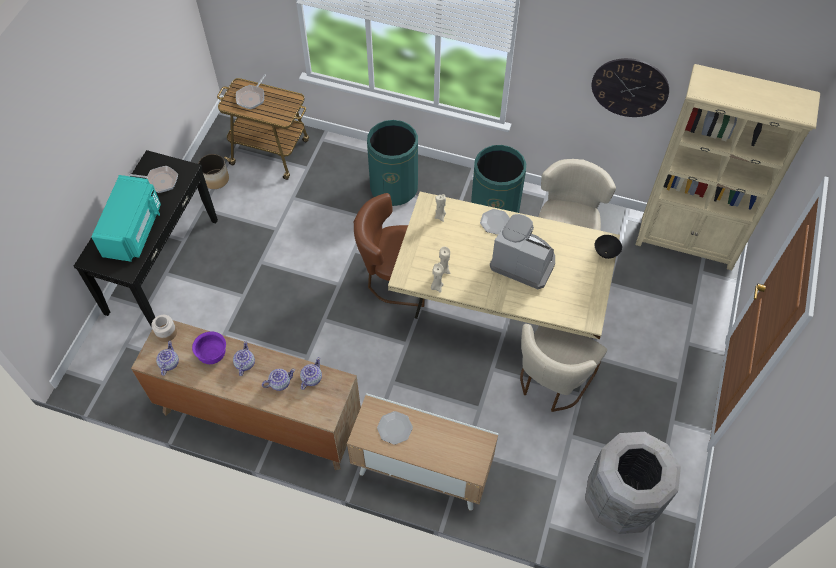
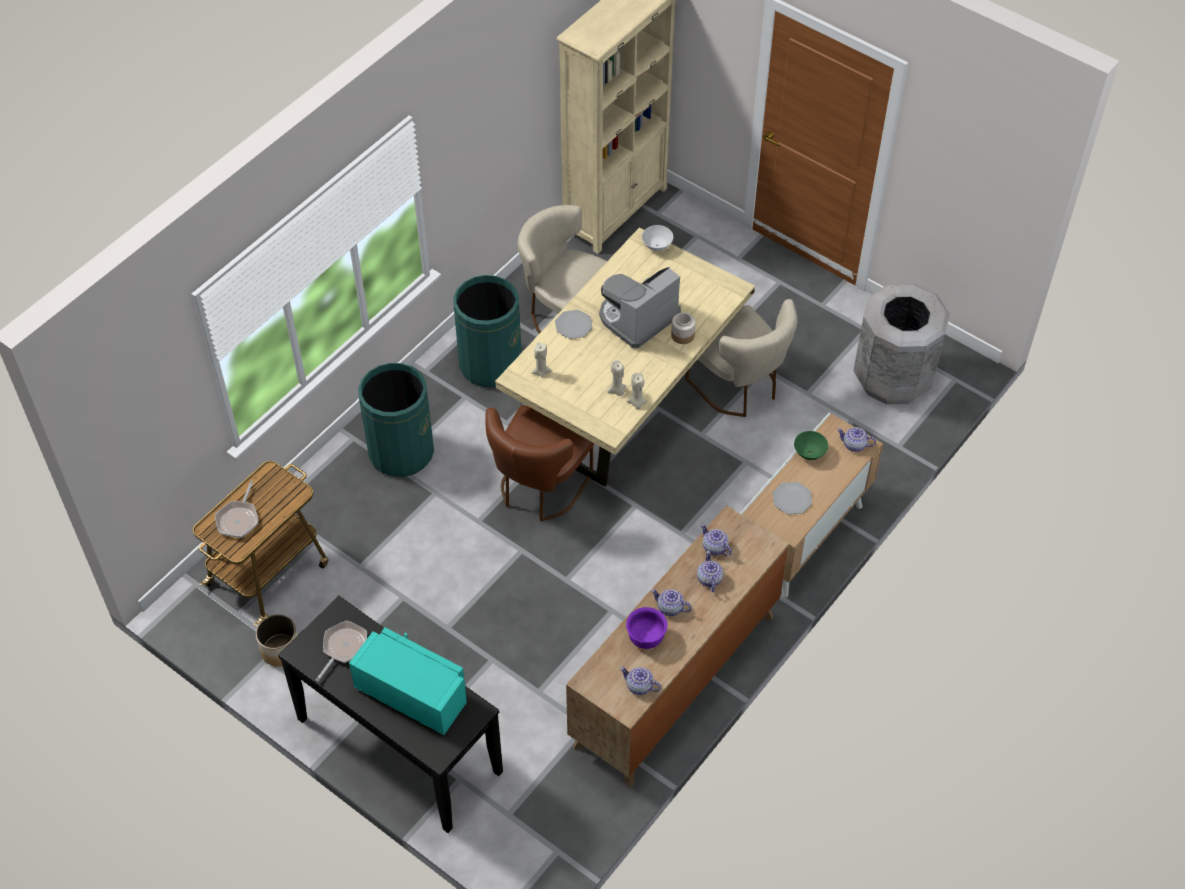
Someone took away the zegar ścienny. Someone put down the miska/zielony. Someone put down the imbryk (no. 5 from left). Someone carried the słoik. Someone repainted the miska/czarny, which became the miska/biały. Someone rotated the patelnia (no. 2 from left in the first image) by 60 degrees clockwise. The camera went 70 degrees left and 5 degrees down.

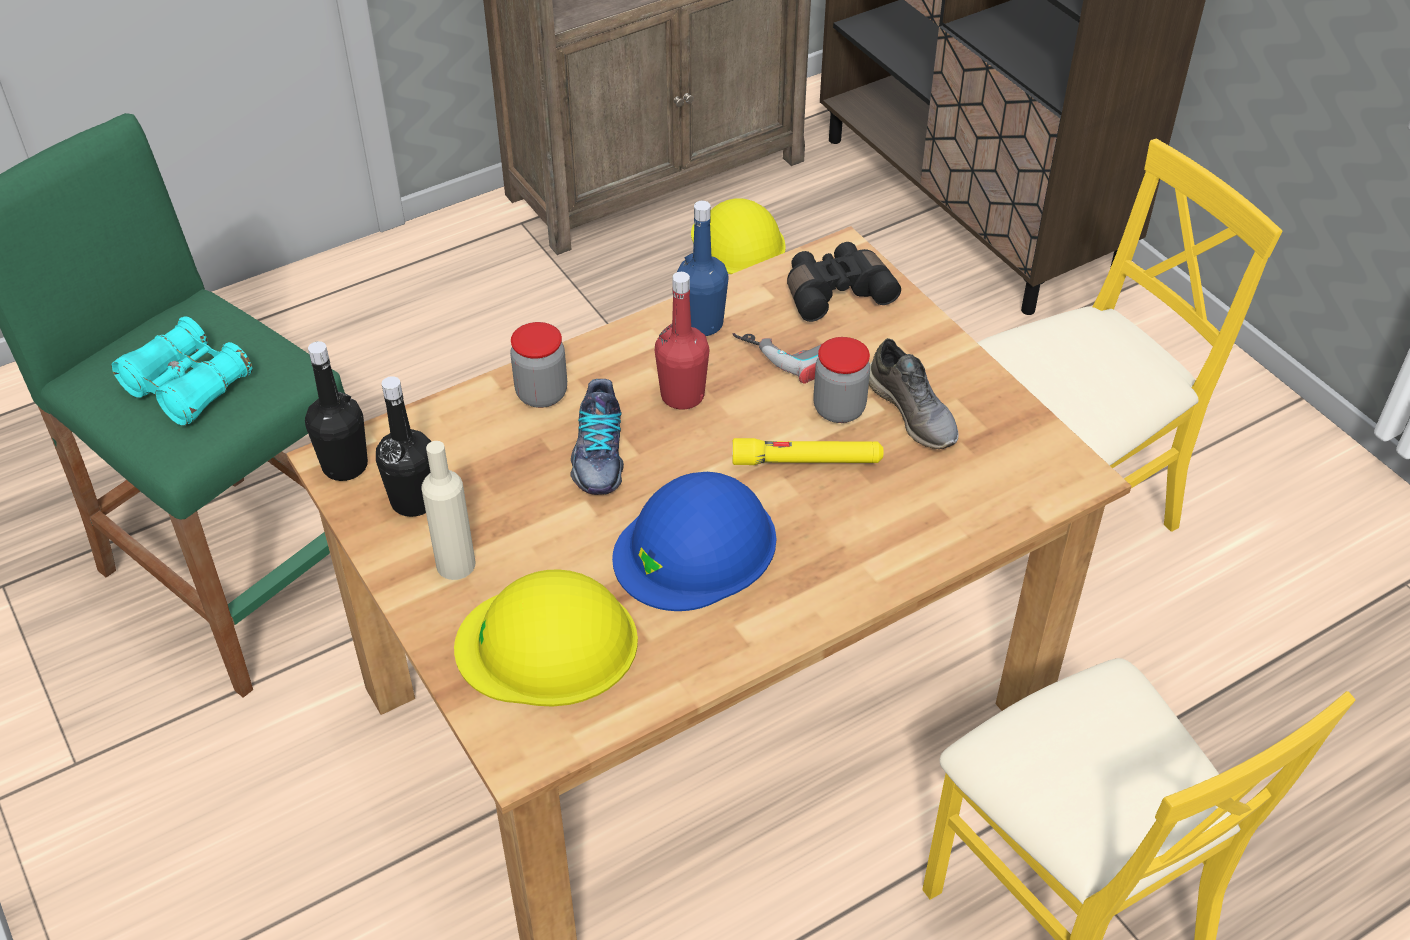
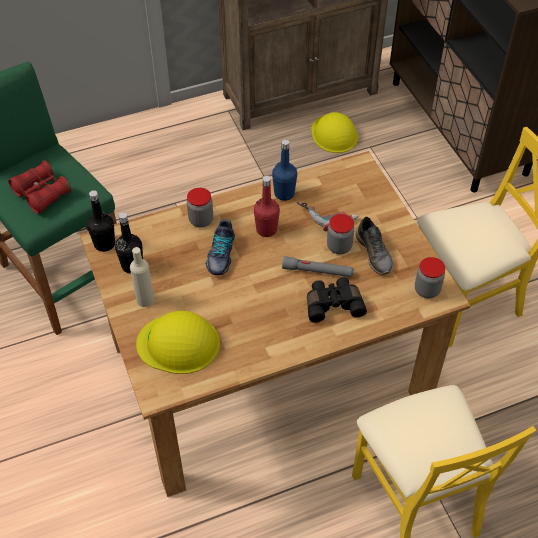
Someone took away the kask/niebieski. Someone put down the słoik (no. 3 from left). Someone carried the lornetka/czarny. Someone repainted the lornetka/turkusowy, which became the lornetka/czerwony. Someone repainted the latarka/żółty, which became the latarka/szary. The camera went 10 degrees right and 5 degrees up.

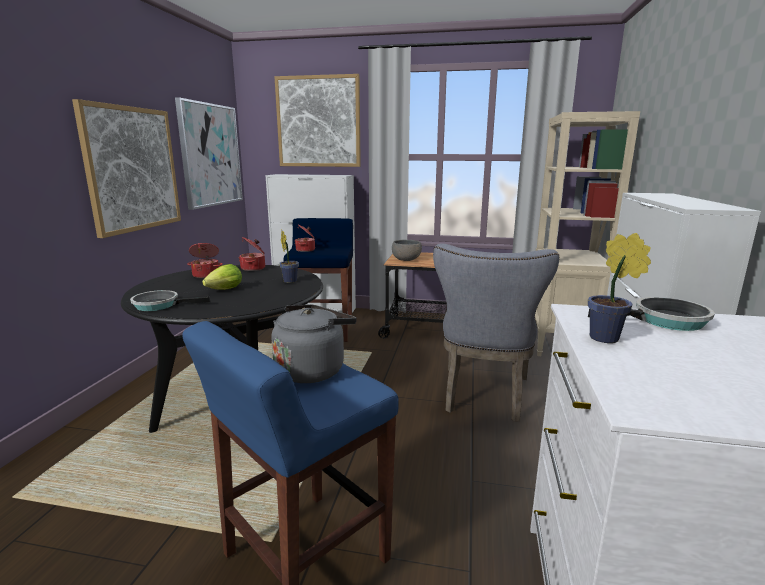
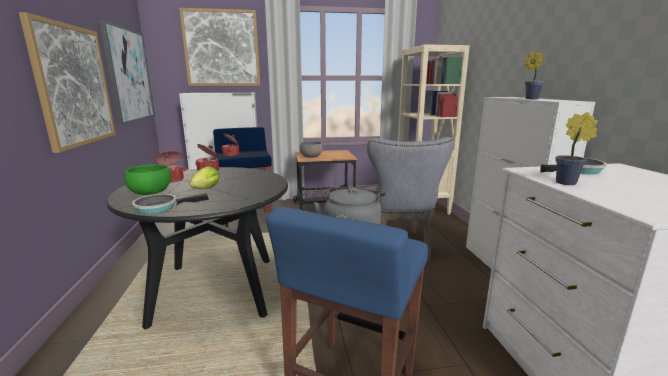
Someone put down the miska/zielony. Someone carried the roślina doniczkowa (no. 1 from left). The camera went 20 degrees left and 0 degrees up.

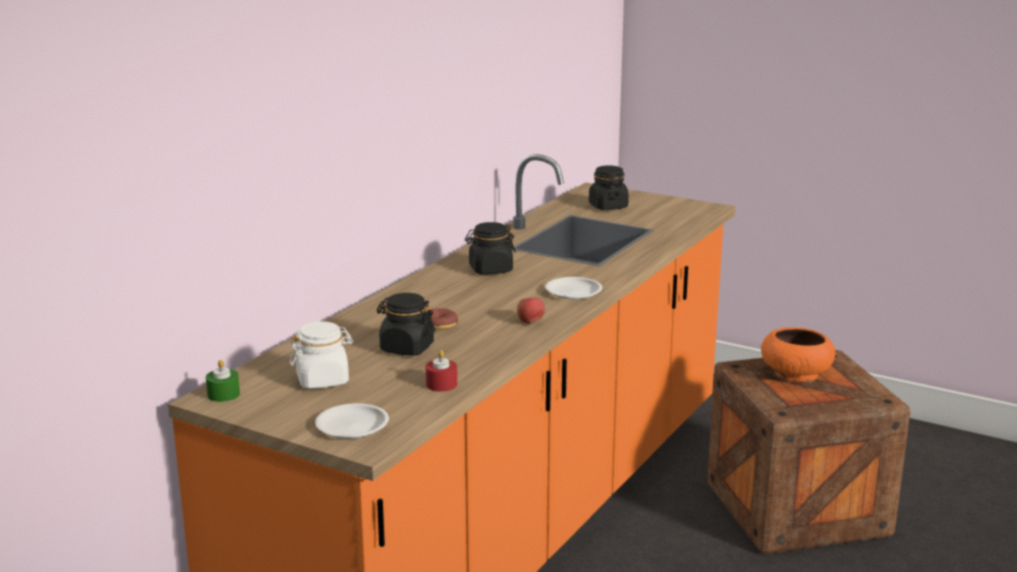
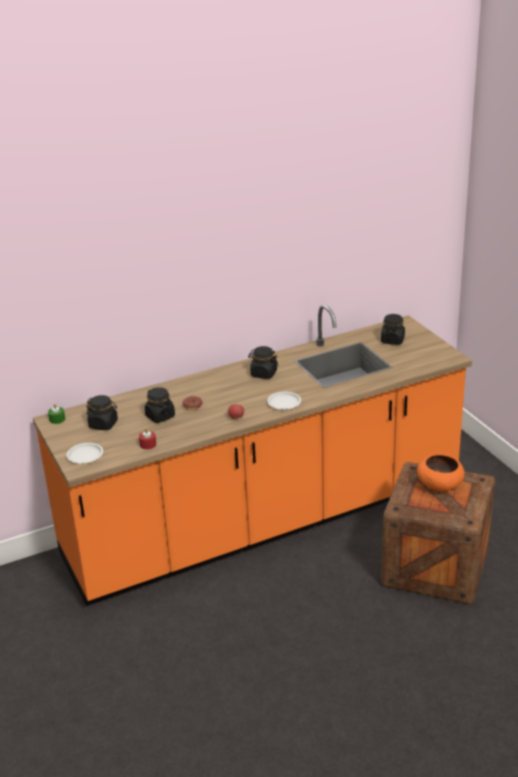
Someone repainted the słoik/biały, which became the słoik/czarny (no. 1 from left). The camera went 35 degrees right and 10 degrees up.

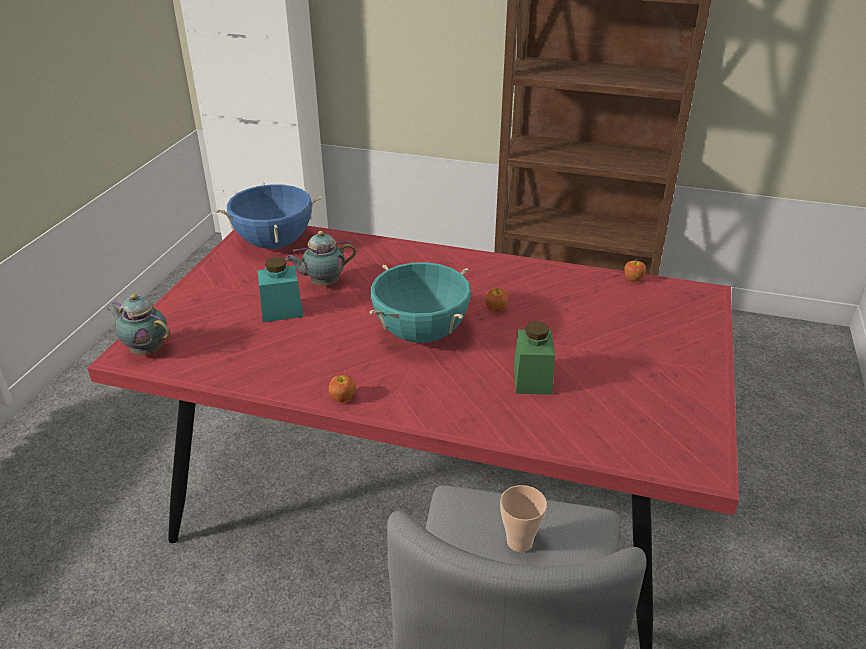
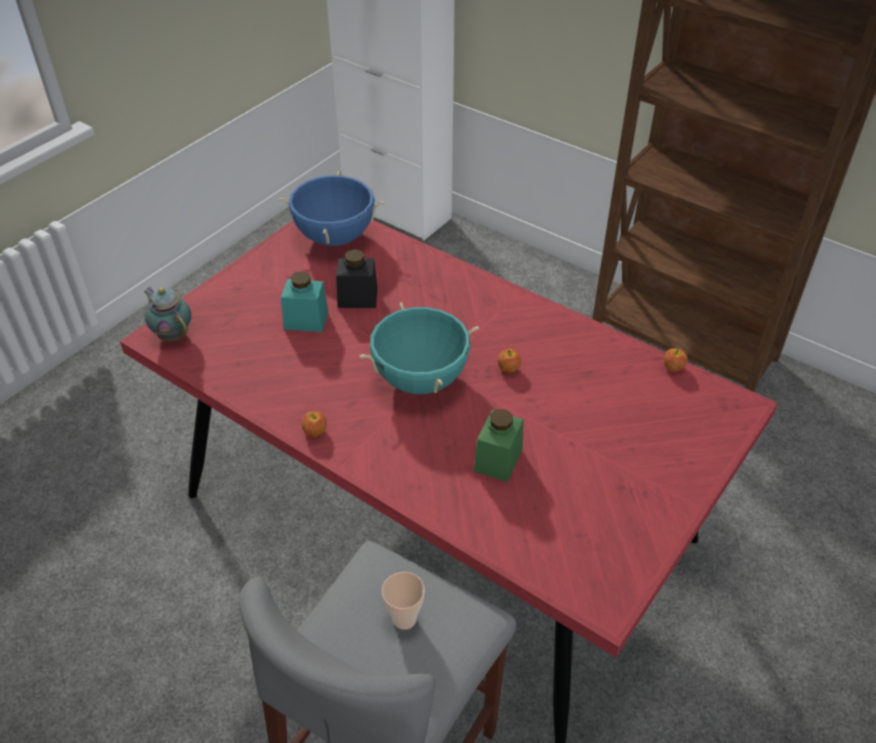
Someone swapped the imbryk (no. 2 from left) for the słoik/czarny. The camera went 20 degrees right and 10 degrees up.

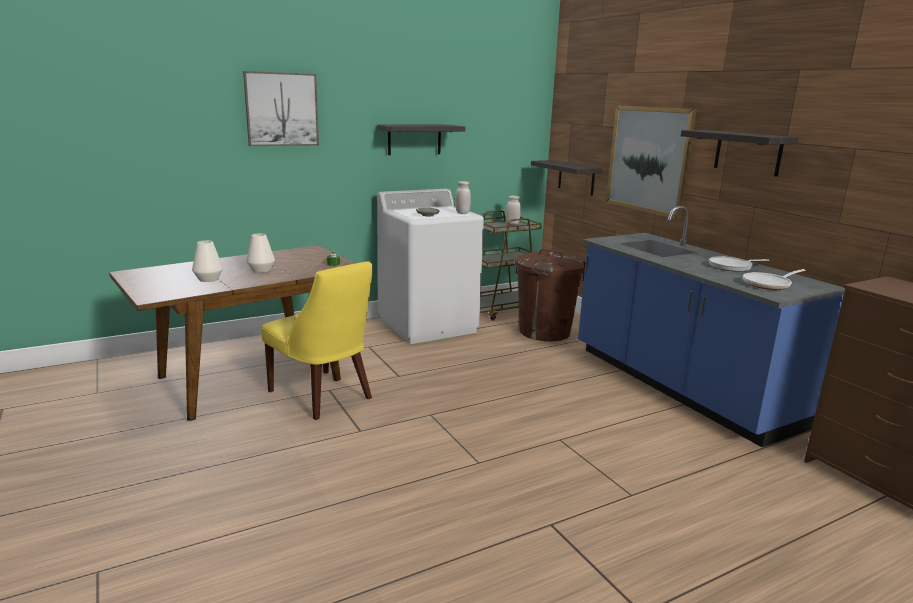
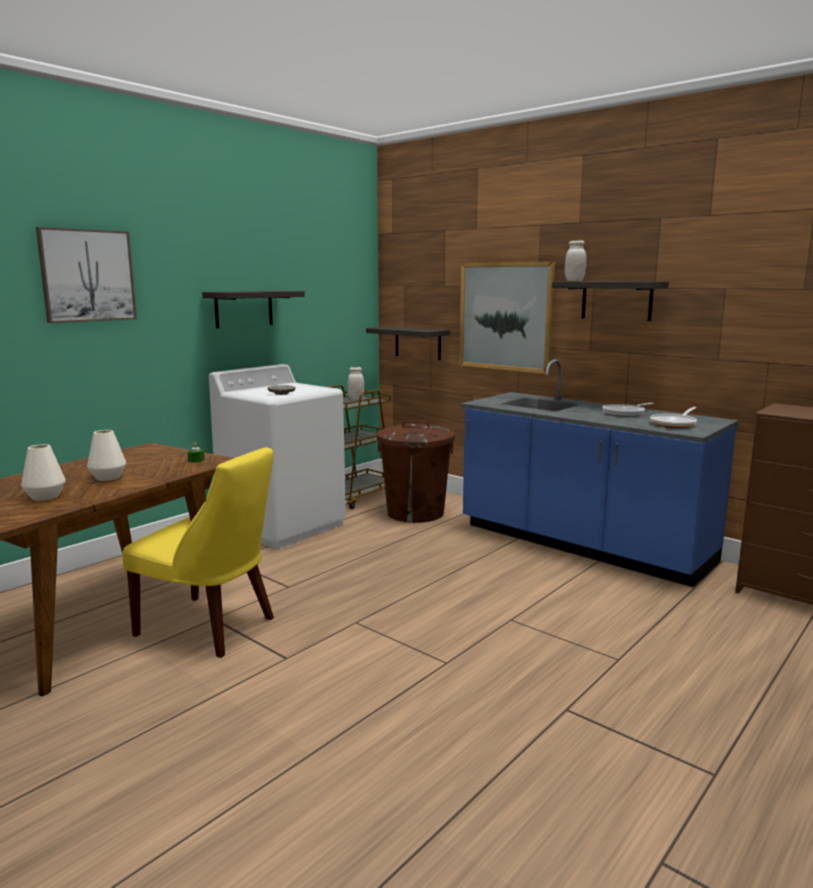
Someone carried the słoik/biały (no. 1 from left in the first image). The camera went 20 degrees left and 5 degrees down.

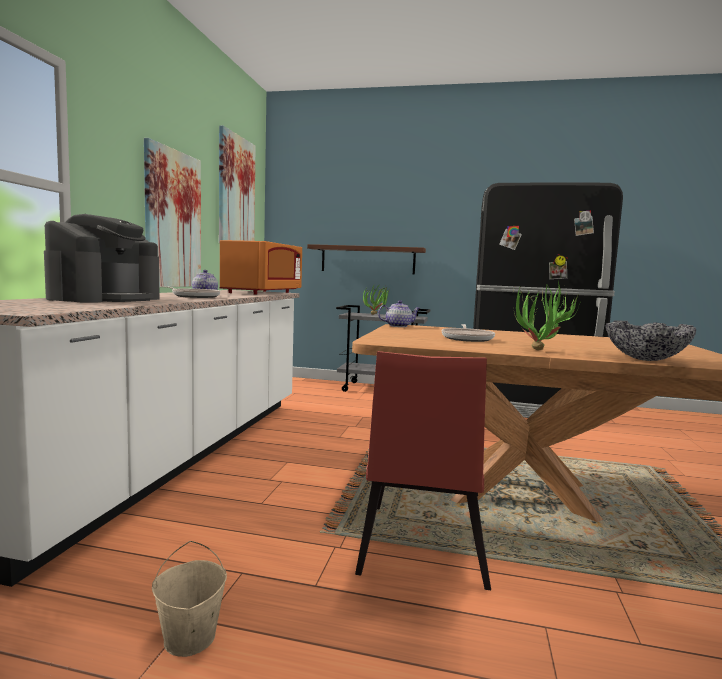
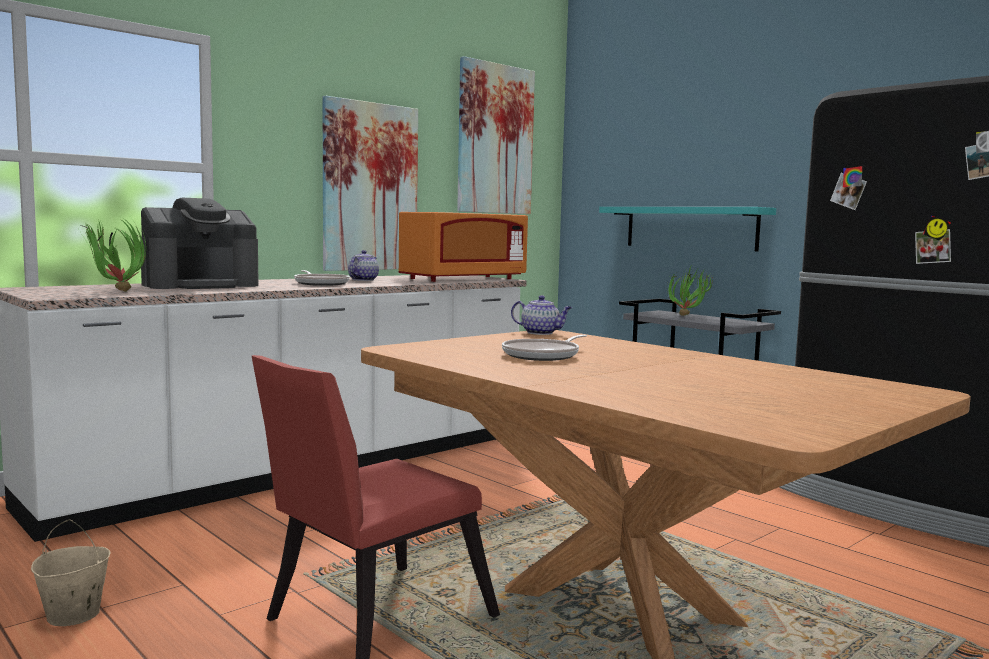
Someone took away the miska. Someone carried the roślina doniczkowa (no. 2 from left in the first image). Someone repainted the półka/brązowy, which became the półka/turkusowy. The camera went 35 degrees right and 0 degrees up.

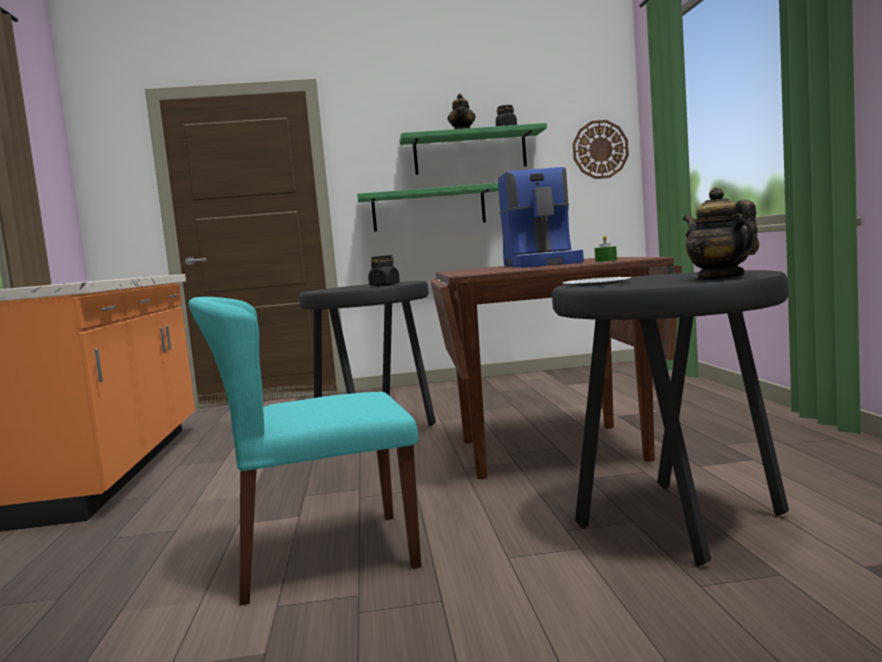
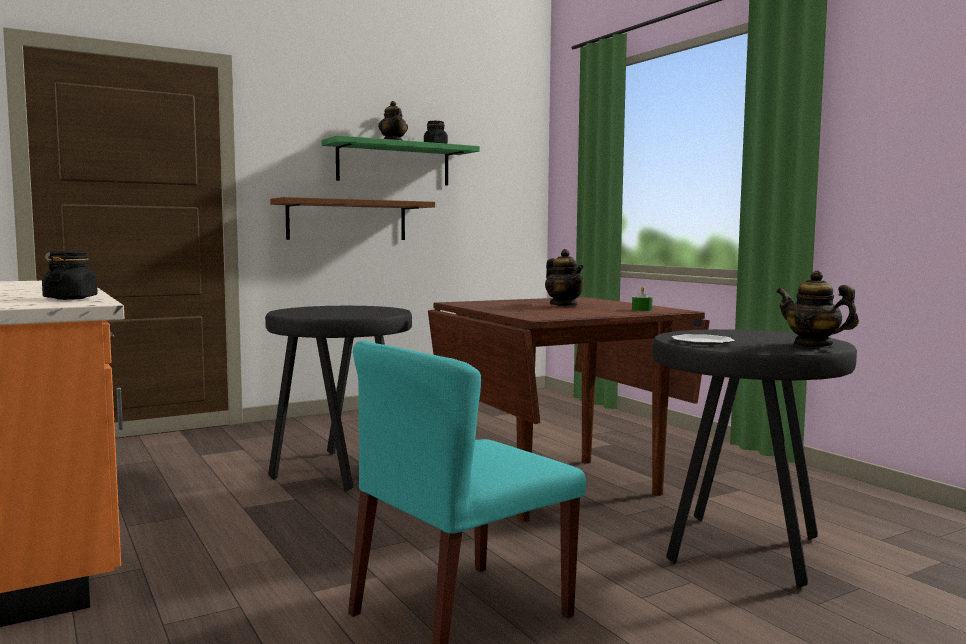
Someone took away the zegar ścienny. Someone carried the słoik/czarny (no. 1 from left). Someone swapped the ekspres do kawy for the imbryk (no. 2 from left). Someone repainted the półka/zielony (no. 1 from left), which became the półka/brązowy. The camera went 25 degrees left and 0 degrees up.

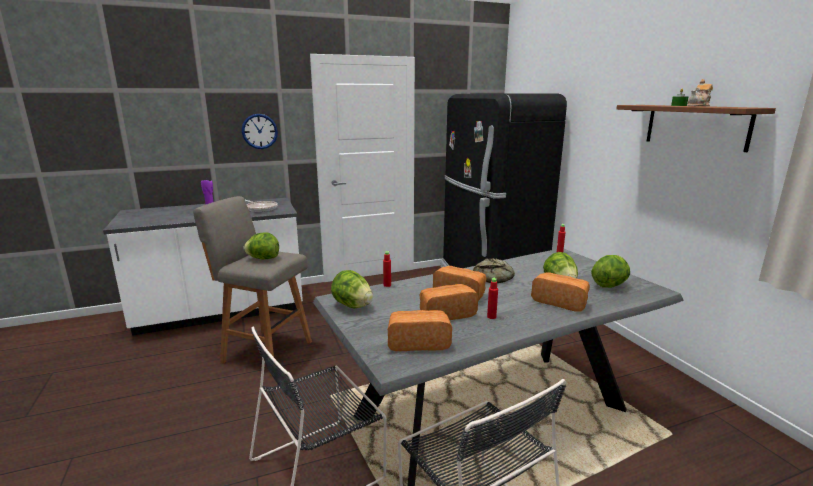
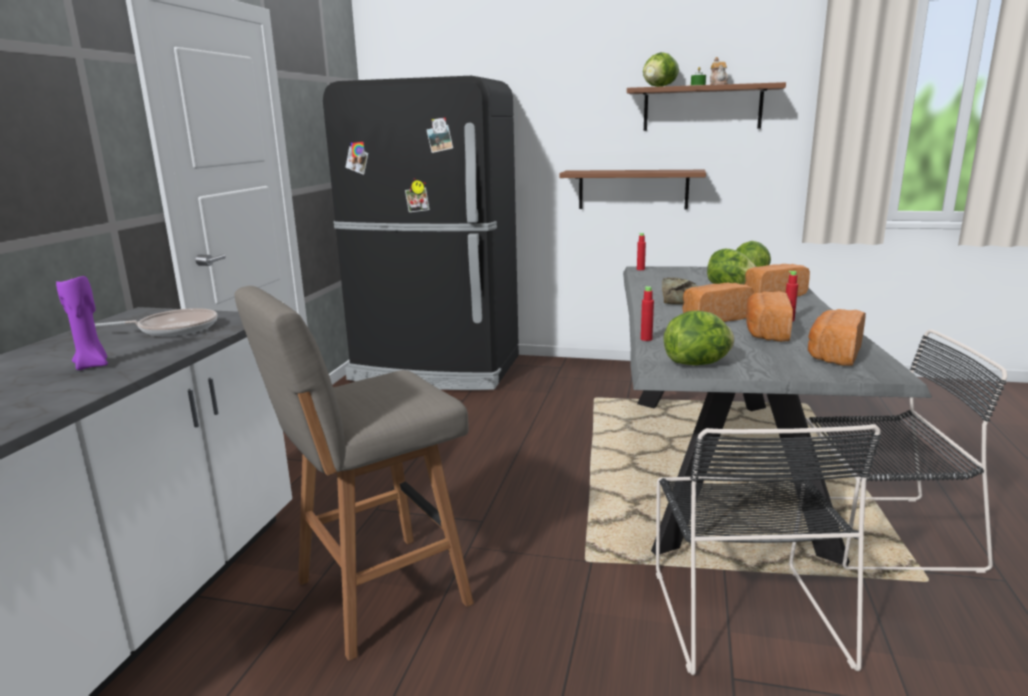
Someone took away the zegar ścienny. Someone put up the półka/brązowy (no. 1 from left). Someone carried the sałata (no. 1 from left). The camera went 55 degrees left and 0 degrees up.

